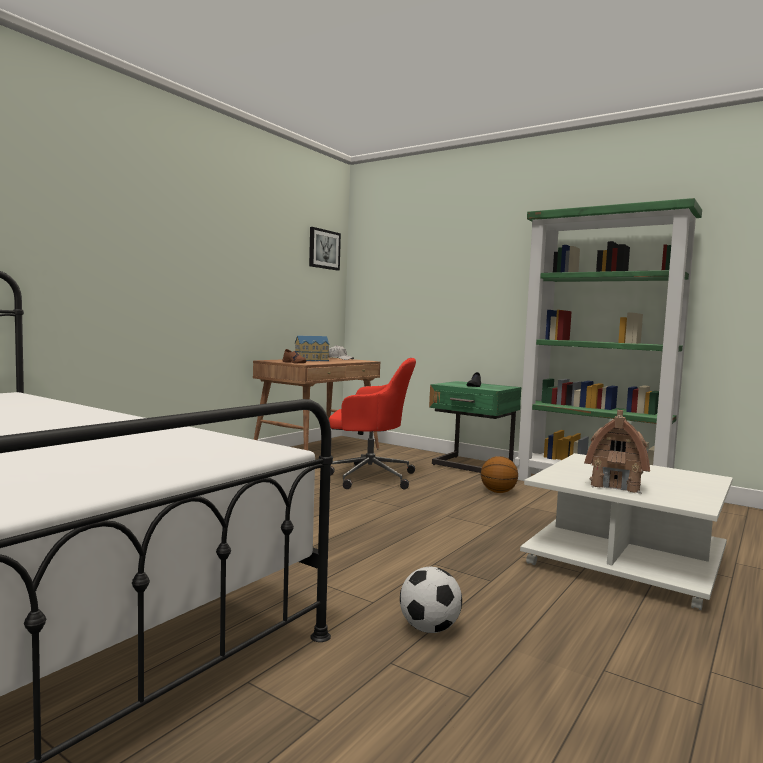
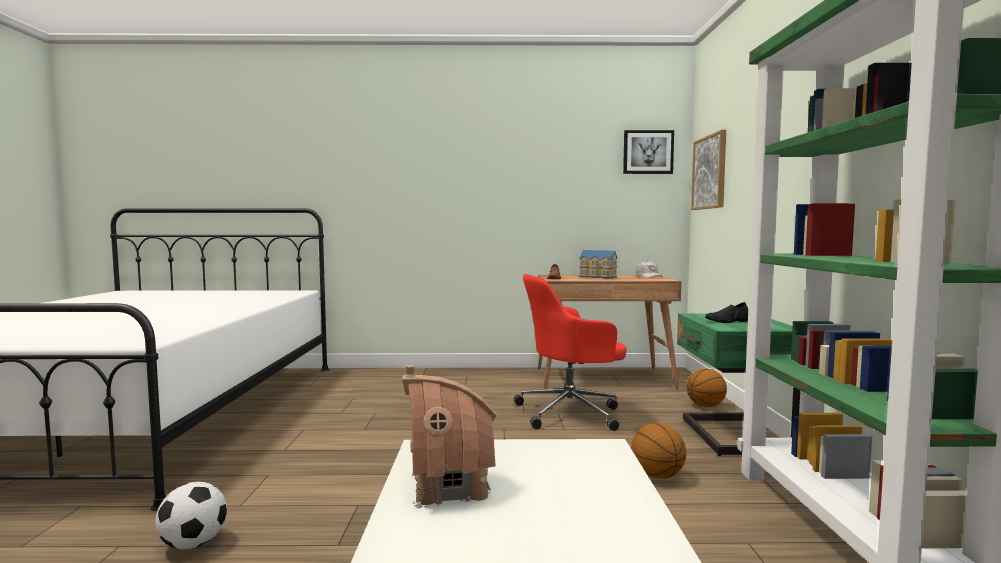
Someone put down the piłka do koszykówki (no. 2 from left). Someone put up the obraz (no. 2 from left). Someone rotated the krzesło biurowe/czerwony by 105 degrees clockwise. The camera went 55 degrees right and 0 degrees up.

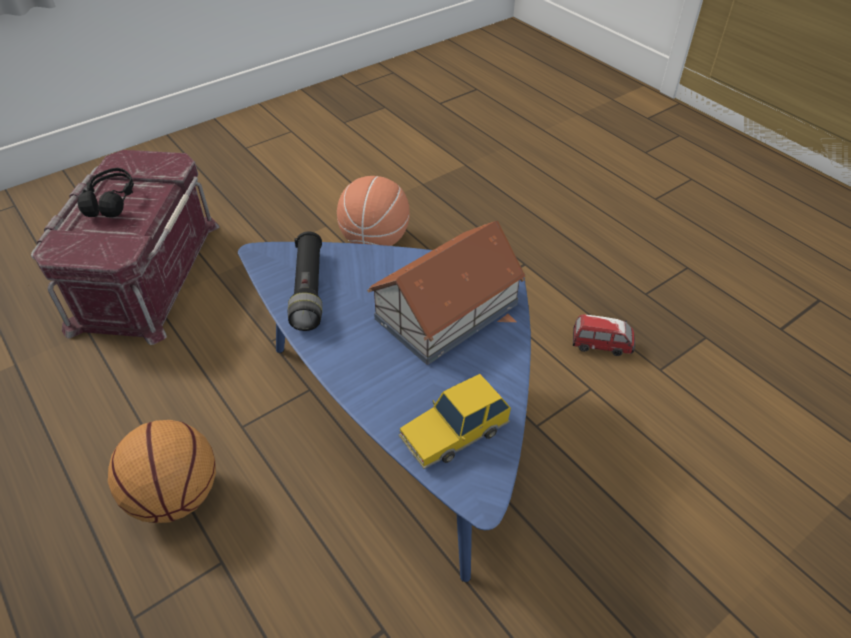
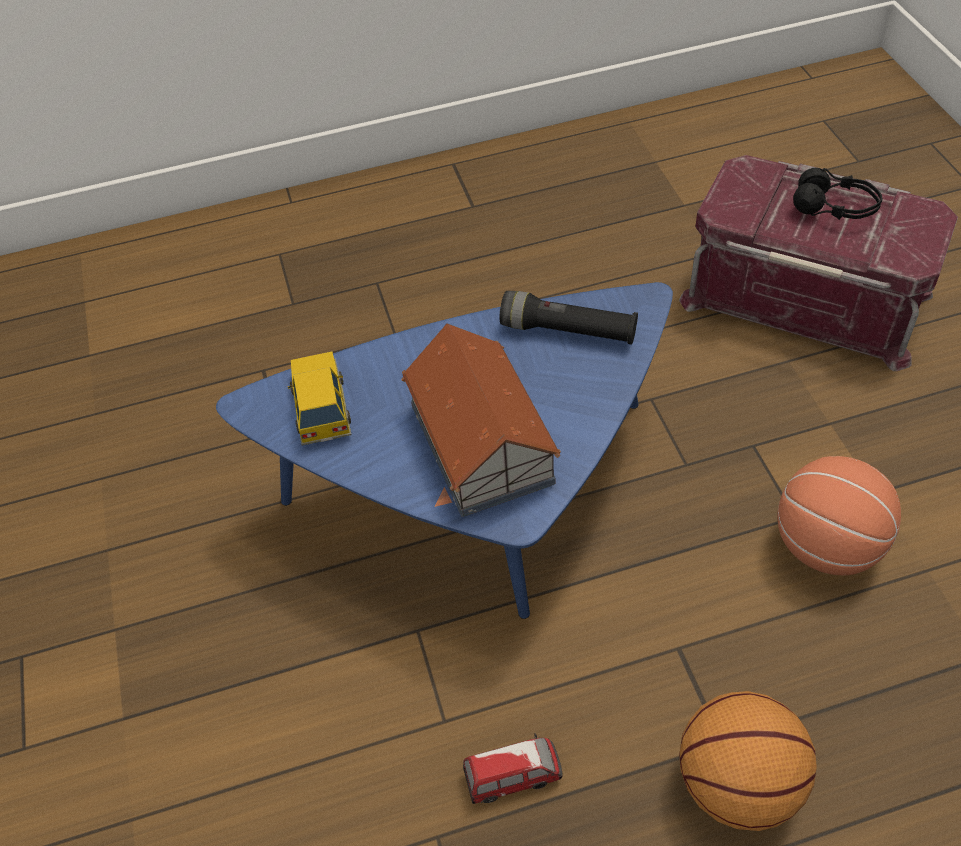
Someone carried the piłka do koszykówki (no. 1 from left). Someone rotated the samochodzik (no. 2 from left) by 135 degrees counterclockwise. The camera went 115 degrees right and 5 degrees up.

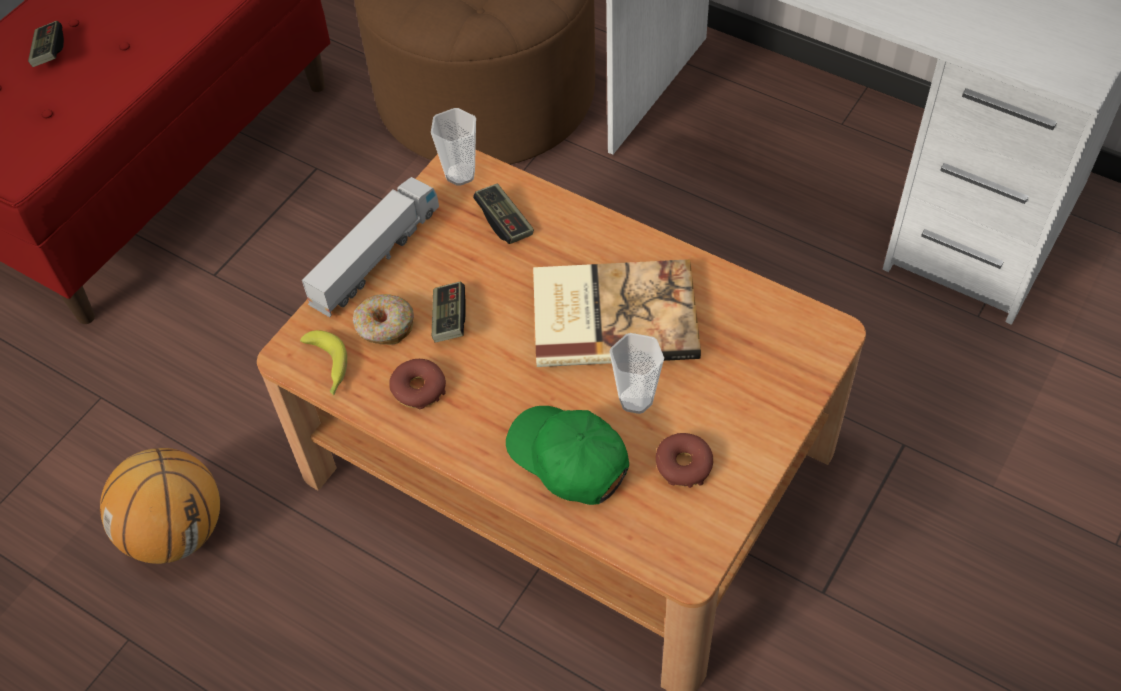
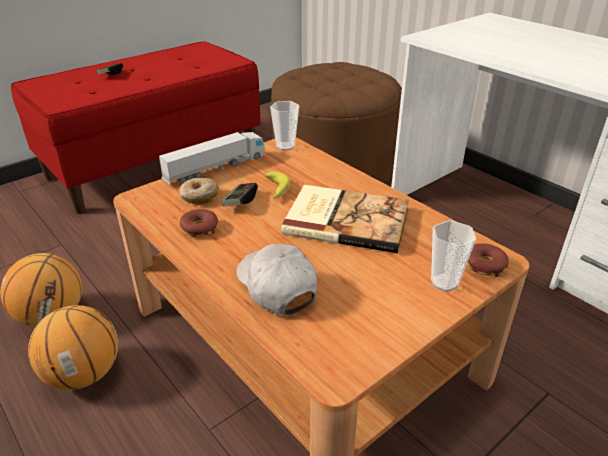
Someone took away the pad do gier (no. 3 from left). Someone put down the piłka do koszykówki (no. 2 from left). Someone carried the banan. Someone carried the filiżanka (no. 2 from left). Someone carried the donut (no. 3 from left). Someone repainted the czapka z daszkiem/zielony, which became the czapka z daszkiem/biały. The camera went 15 degrees right and 20 degrees down.

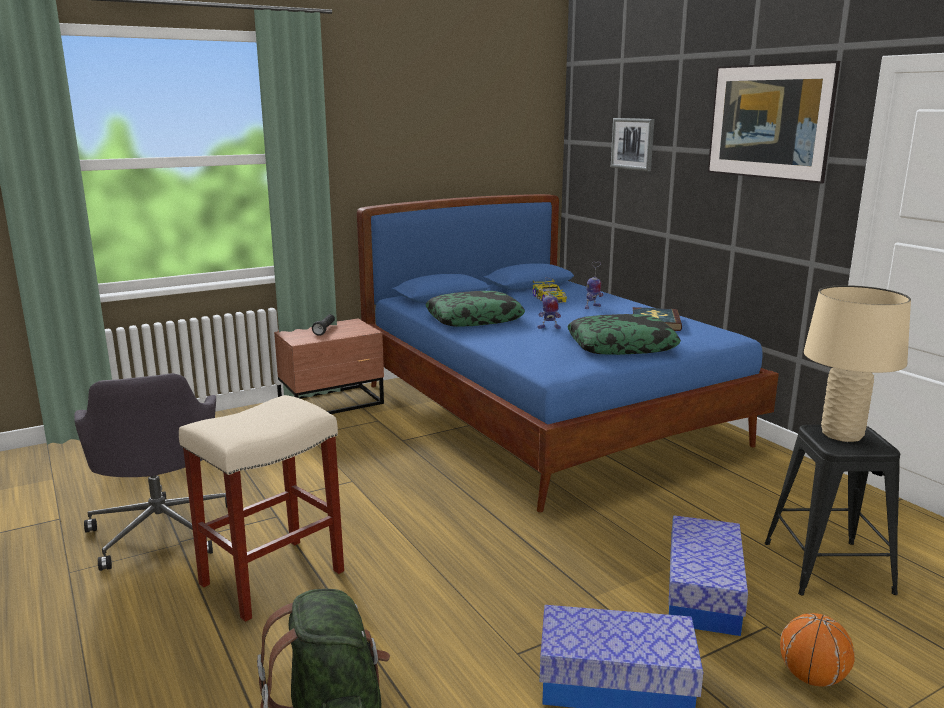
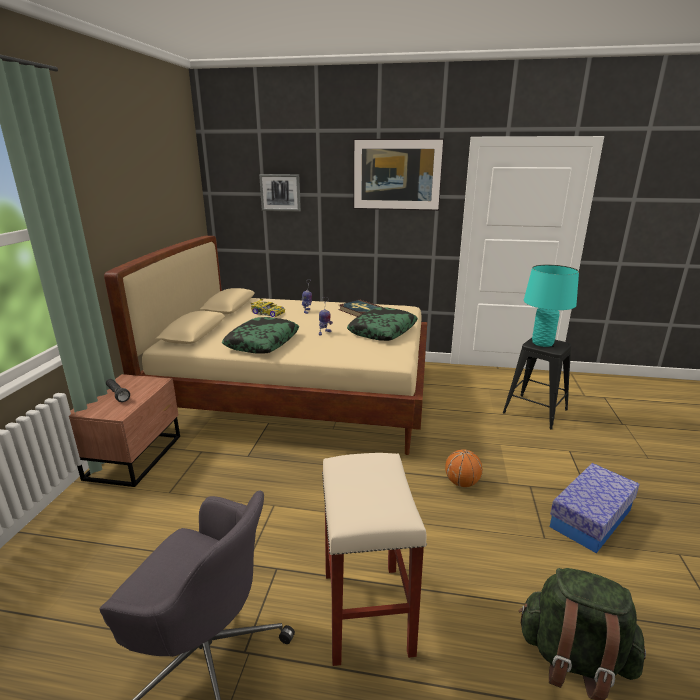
Someone took away the pojemnik do przechowywania (no. 2 from left). Someone carried the piłka do koszykówki. Someone repainted the łóżko/niebieski, which became the łóżko/beżowy. Someone repainted the lampa stołowa/beżowy, which became the lampa stołowa/turkusowy. The camera went 50 degrees left and 5 degrees up.

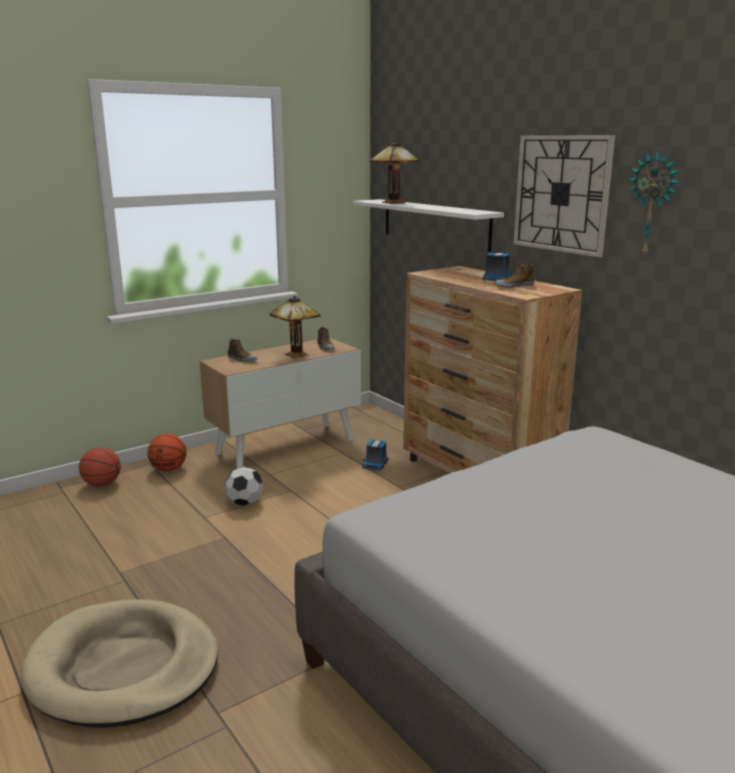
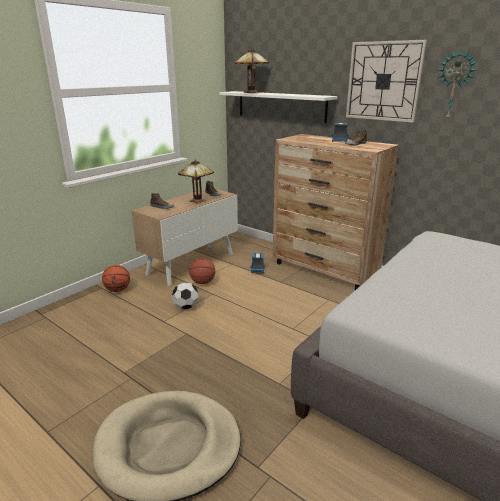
Someone carried the piłka do koszykówki (no. 1 from left in the first image). The camera went 15 degrees left and 5 degrees up.

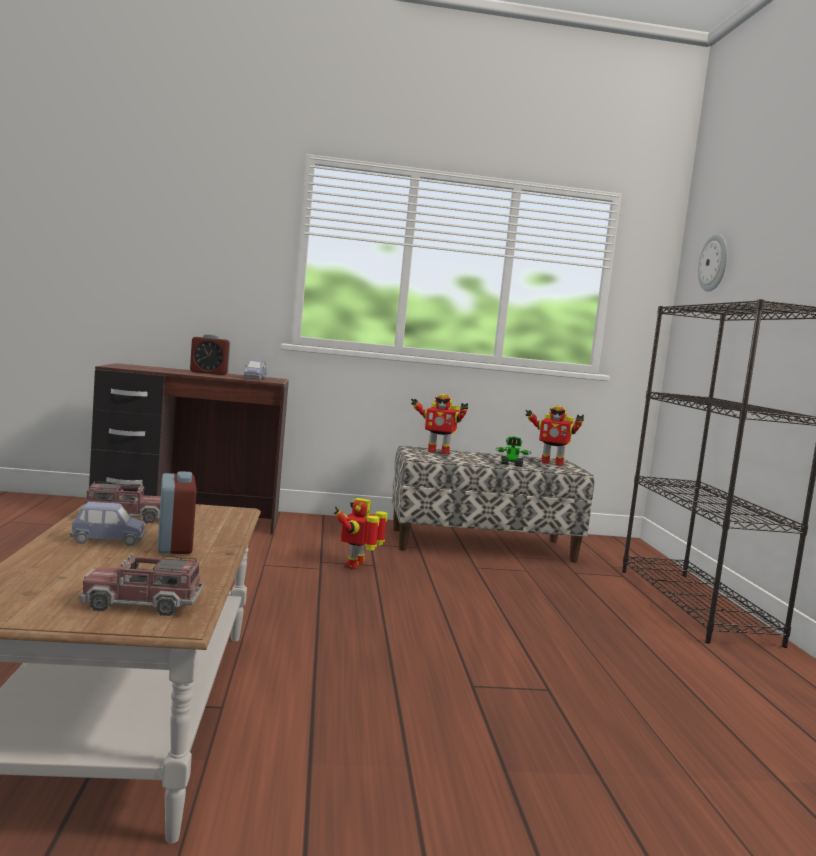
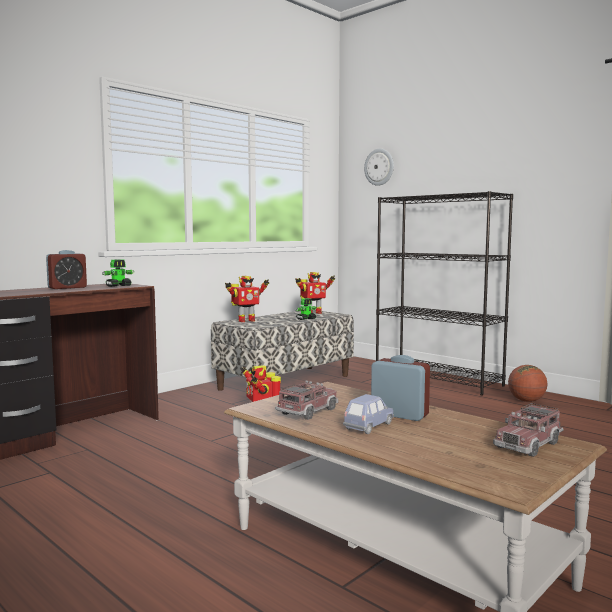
Someone put down the piłka do koszykówki. Someone swapped the samochodzik/niebieski (no. 2 from left) for the robot zabawkowy (no. 1 from left). The camera went 40 degrees left and 0 degrees up.

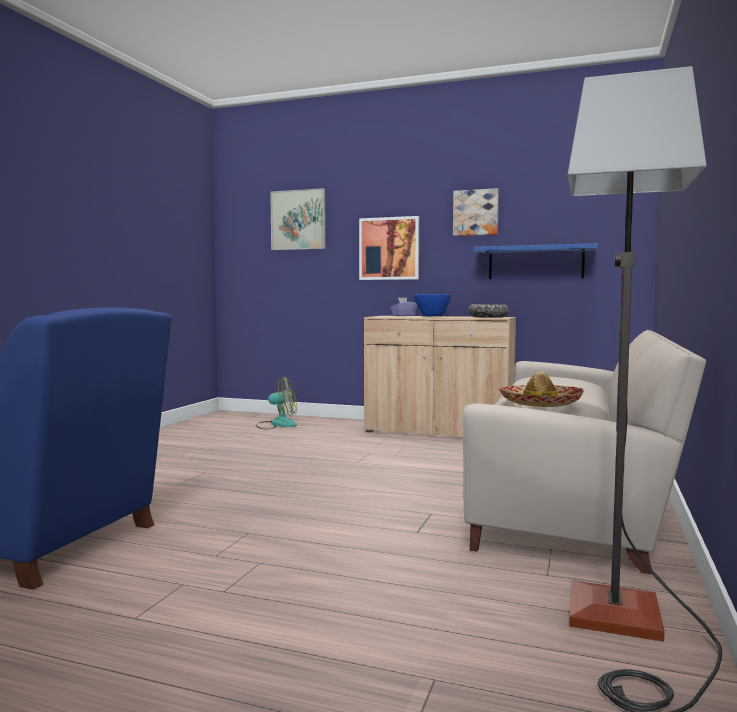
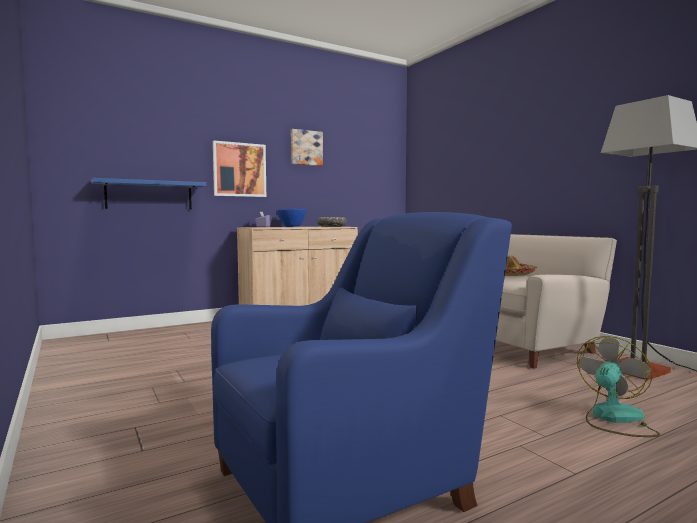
Someone took away the obraz (no. 1 from left). Someone carried the wentylator. Someone carried the półka/niebieski. The camera went 50 degrees left and 0 degrees up.

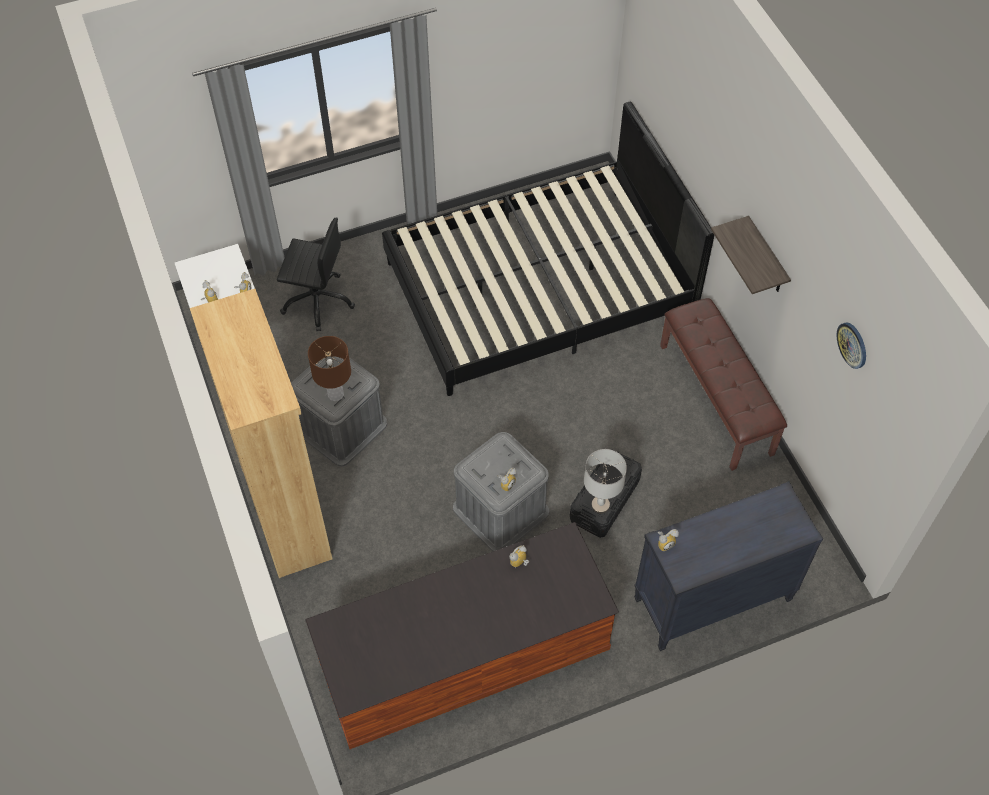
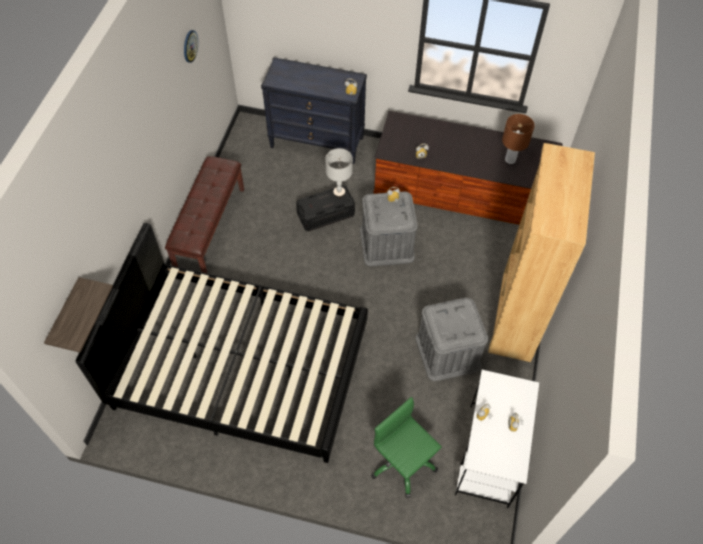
Someone carried the lampa stołowa/brązowy. Someone carried the półka. Someone repainted the krzesło biurowe/czarny, which became the krzesło biurowe/zielony. The camera went 145 degrees left and 0 degrees up.

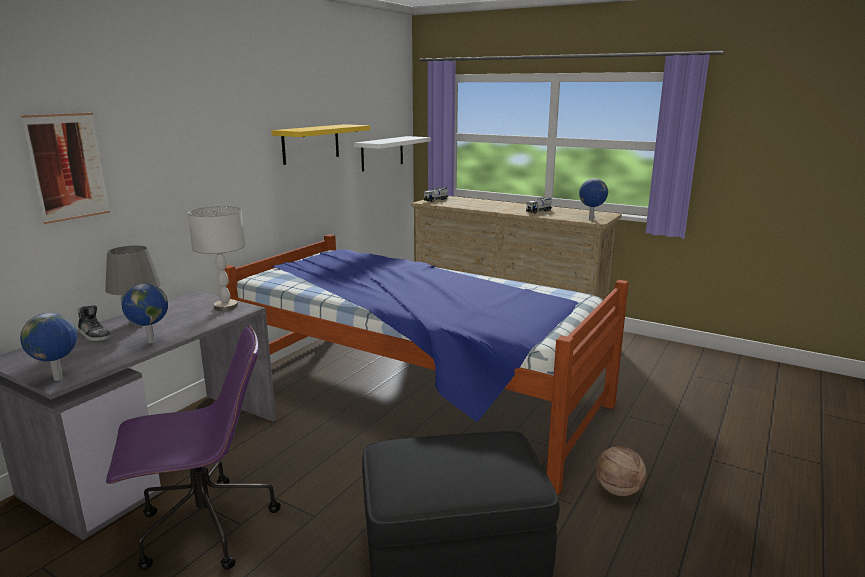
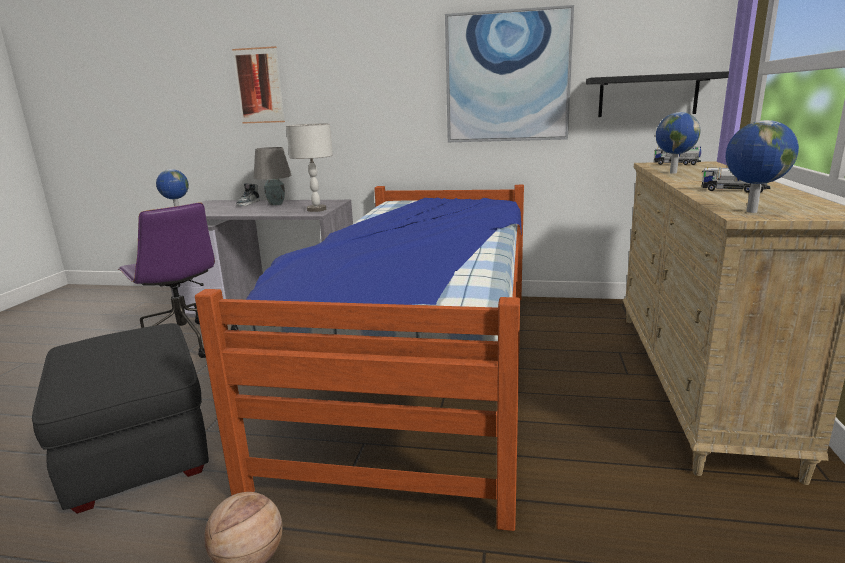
Someone carried the globus (no. 2 from left). Someone swapped the półka/żółty for the obraz (no. 2 from left). Someone repainted the półka/biały, which became the półka/czarny. The camera went 70 degrees right and 0 degrees up.

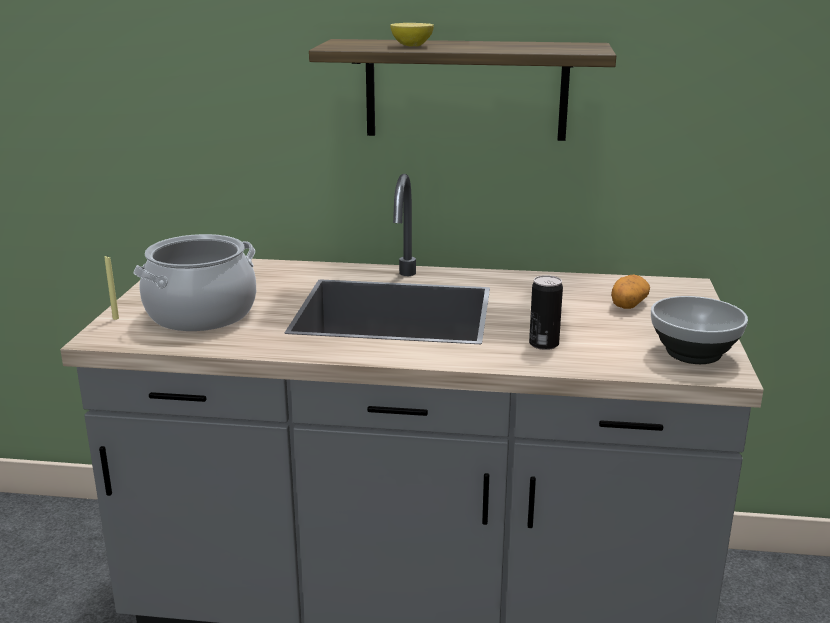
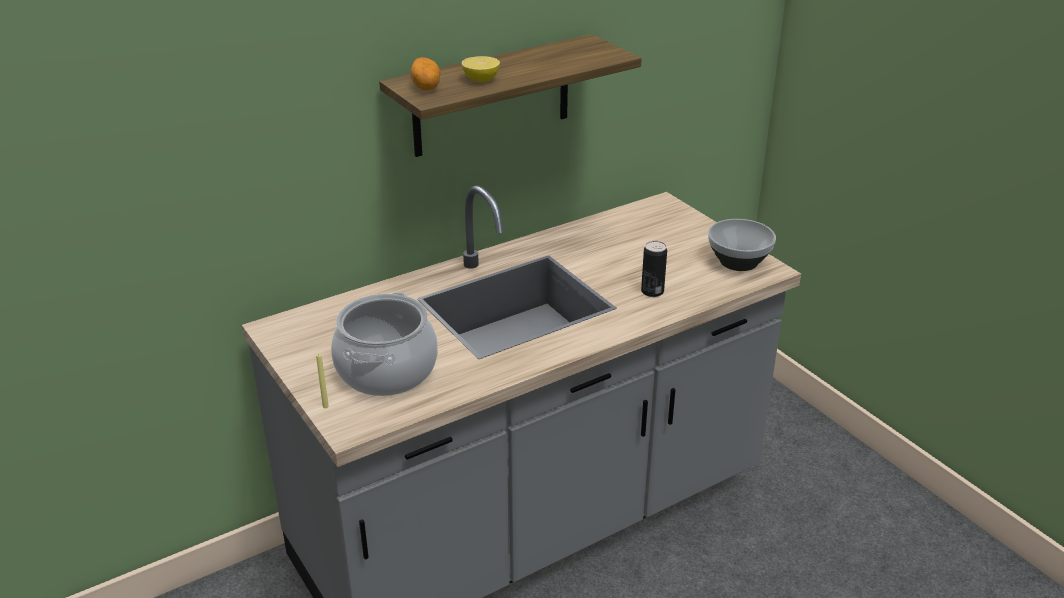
Someone carried the ziemniak. The camera went 40 degrees left and 10 degrees up.

